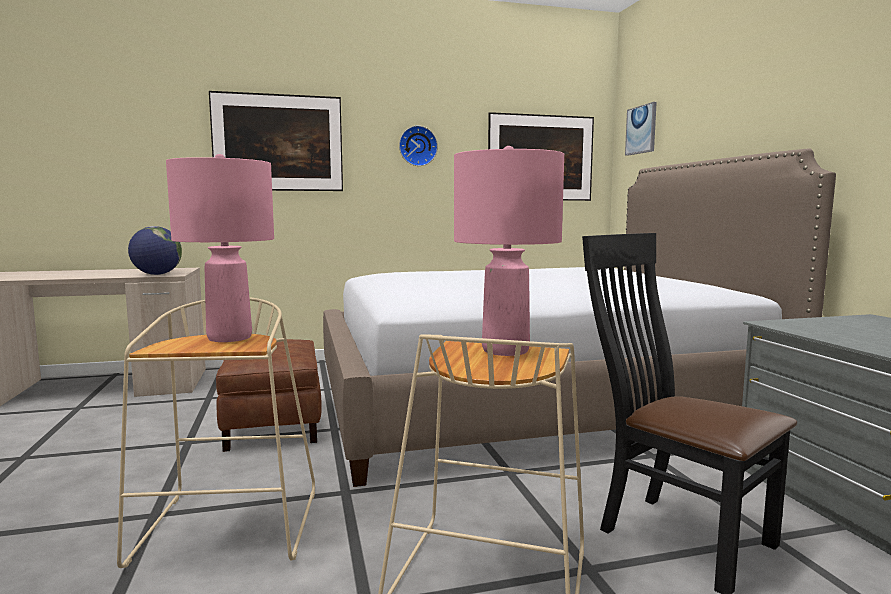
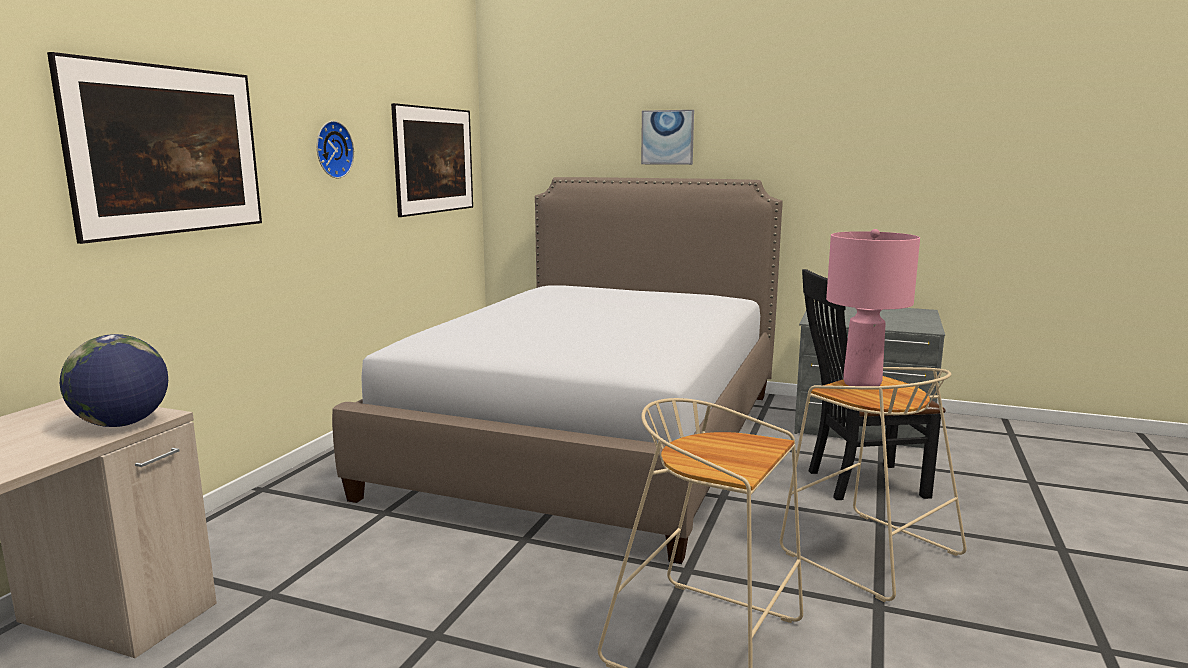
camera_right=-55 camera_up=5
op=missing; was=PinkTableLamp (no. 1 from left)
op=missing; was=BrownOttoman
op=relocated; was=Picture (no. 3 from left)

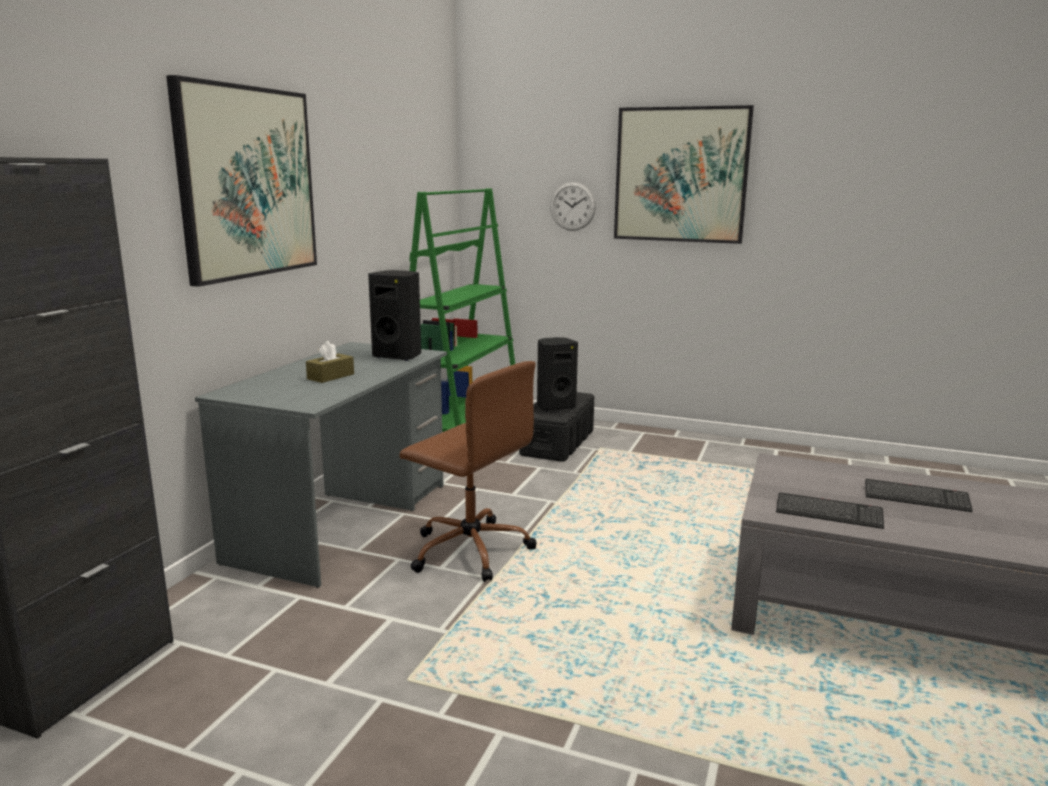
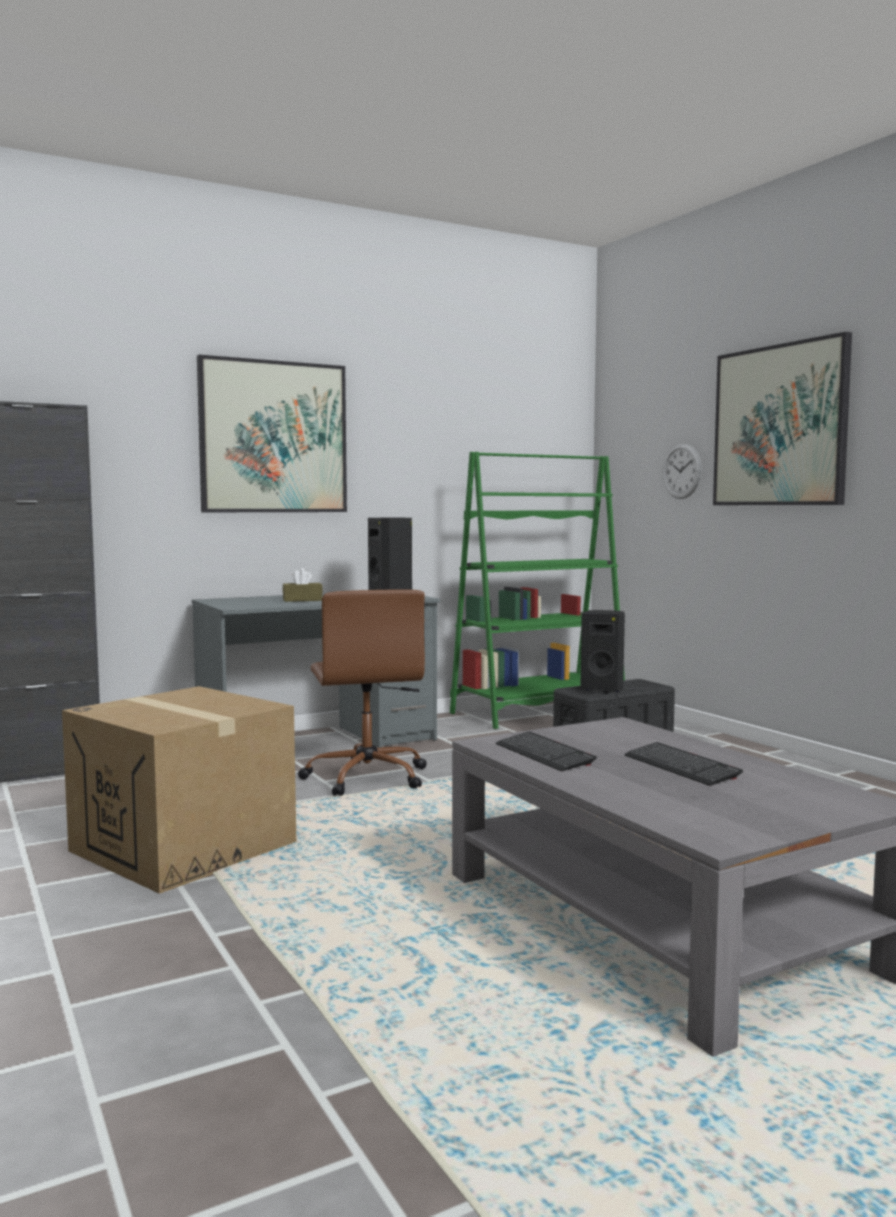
camera_right=40 camera_up=-10
op=appeared; now=CardboardBox

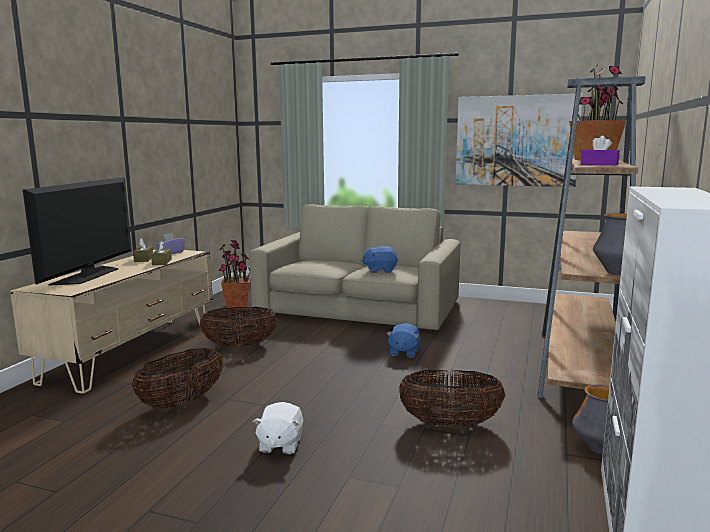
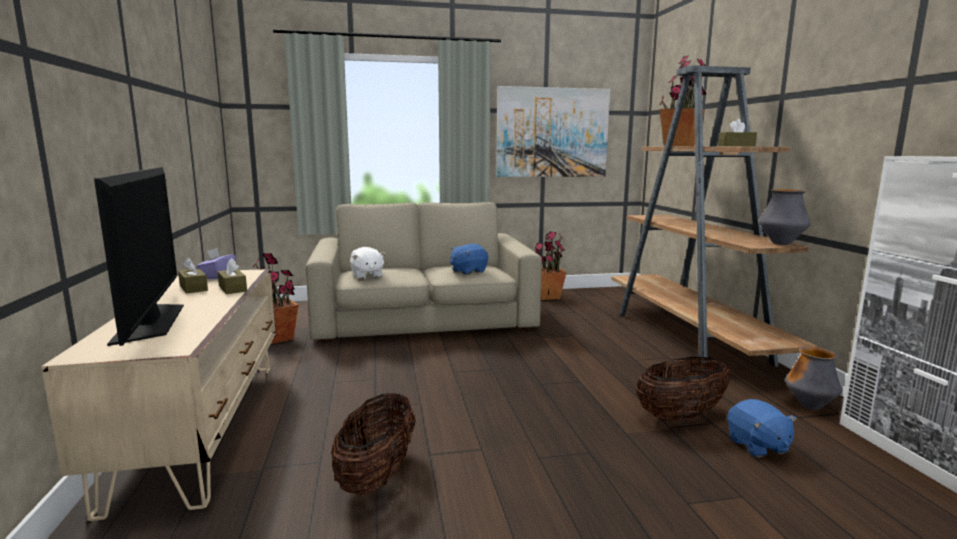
camera_right=-30 camera_up=0
op=missing; was=Basket (no. 2 from left)
op=appeared; now=PottedPlant (no. 2 from left)
op=relocated; was=WhitePlushToy
op=relocated; was=BluePlushToy (no. 2 from left)
op=colour; was=PurpleTissueBox (no. 2 from left); now=BrownTissueBox (no. 3 from left)

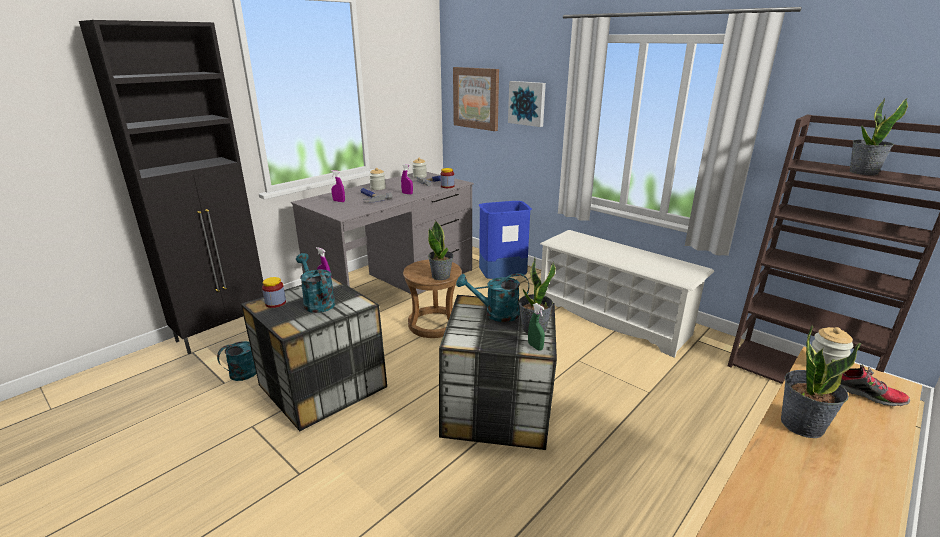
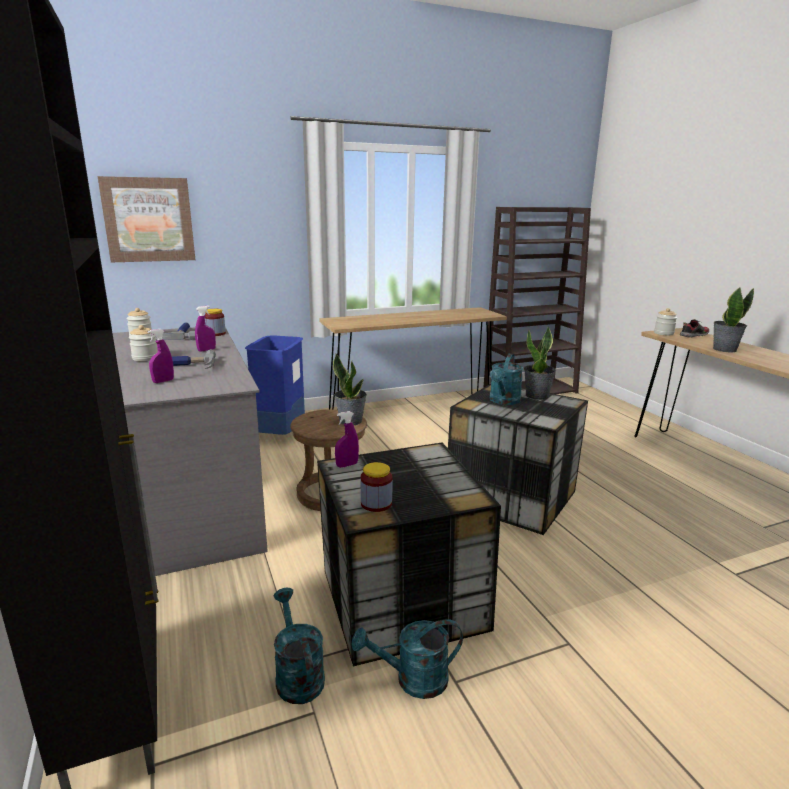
camera_right=-65 camera_up=-5
op=missing; was=Picture (no. 2 from left)
op=missing; was=GreenSprayBottle
op=missing; was=PottedPlant (no. 4 from left)
op=relocated; was=TurquoiseWateringCan (no. 2 from left)
op=exchanged; was=WhiteShoeRack; now=BrownConsoleTable (no. 1 from left)

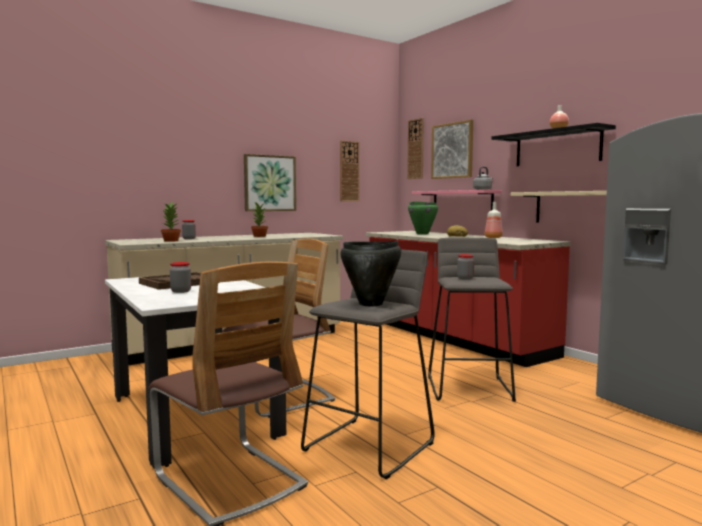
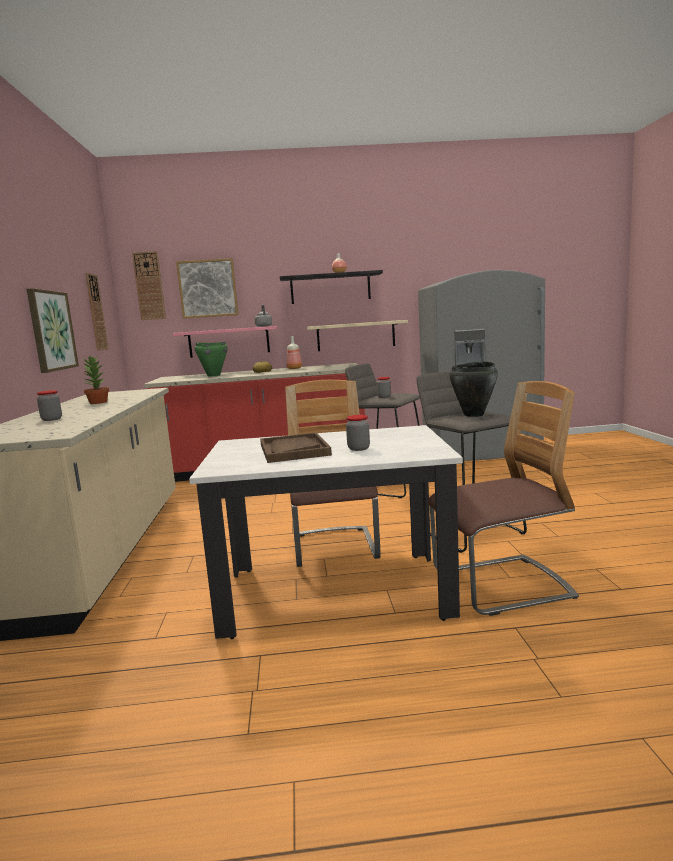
camera_right=-60 camera_up=5
op=missing; was=PottedPlant (no. 1 from left)

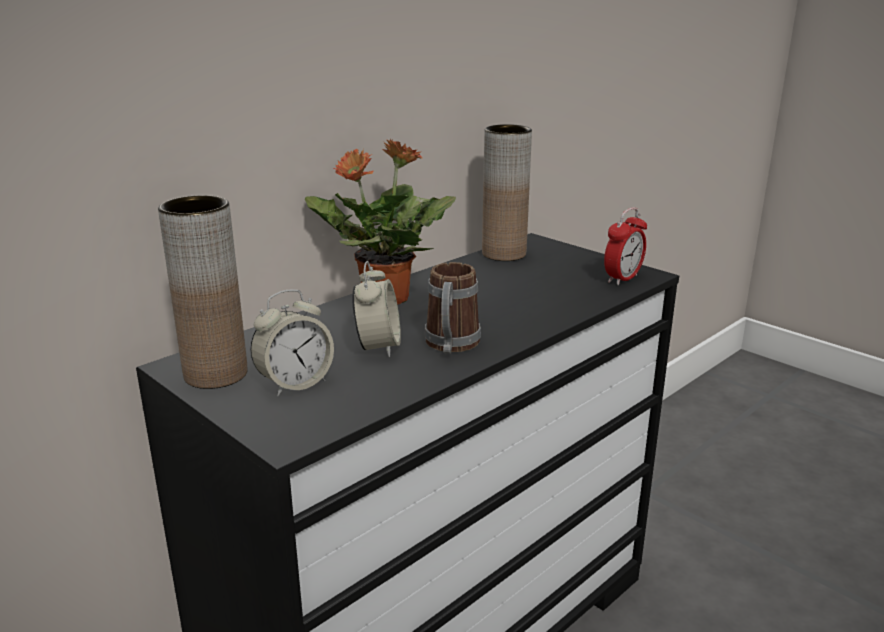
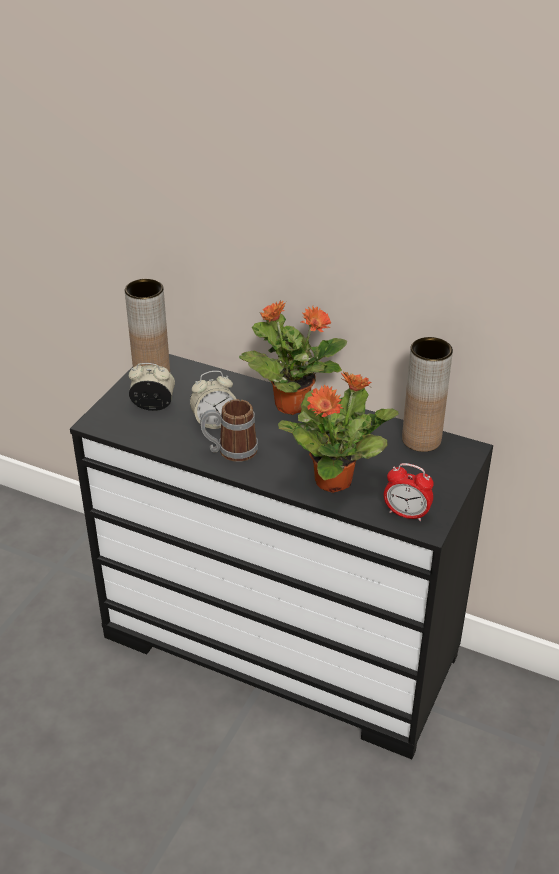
camera_right=70 camera_up=15
op=appeared; now=PottedPlant (no. 2 from left)
op=spun; was=AlarmClock (no. 1 from left); clockwise=150

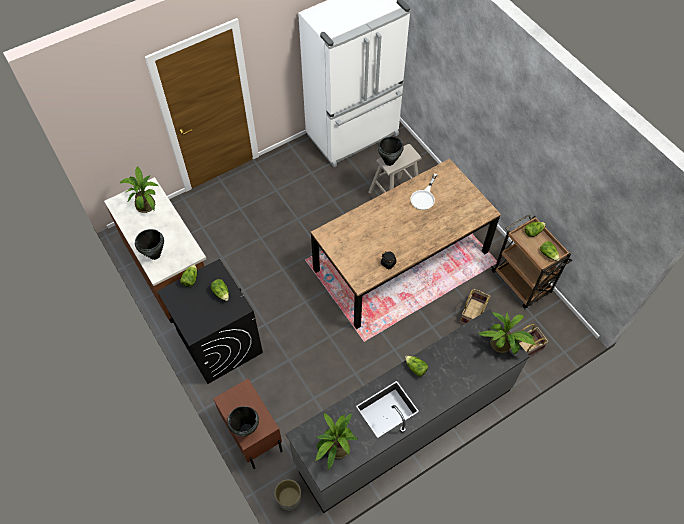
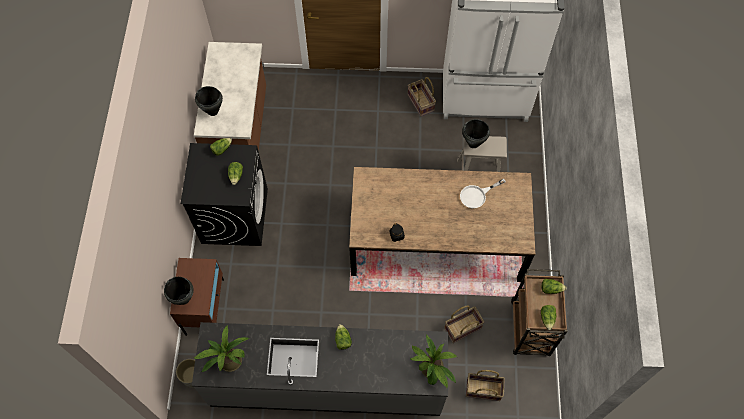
camera_right=35 camera_up=5
op=missing; was=PottedPlant (no. 1 from left)
op=appeared; now=Basket (no. 1 from left)

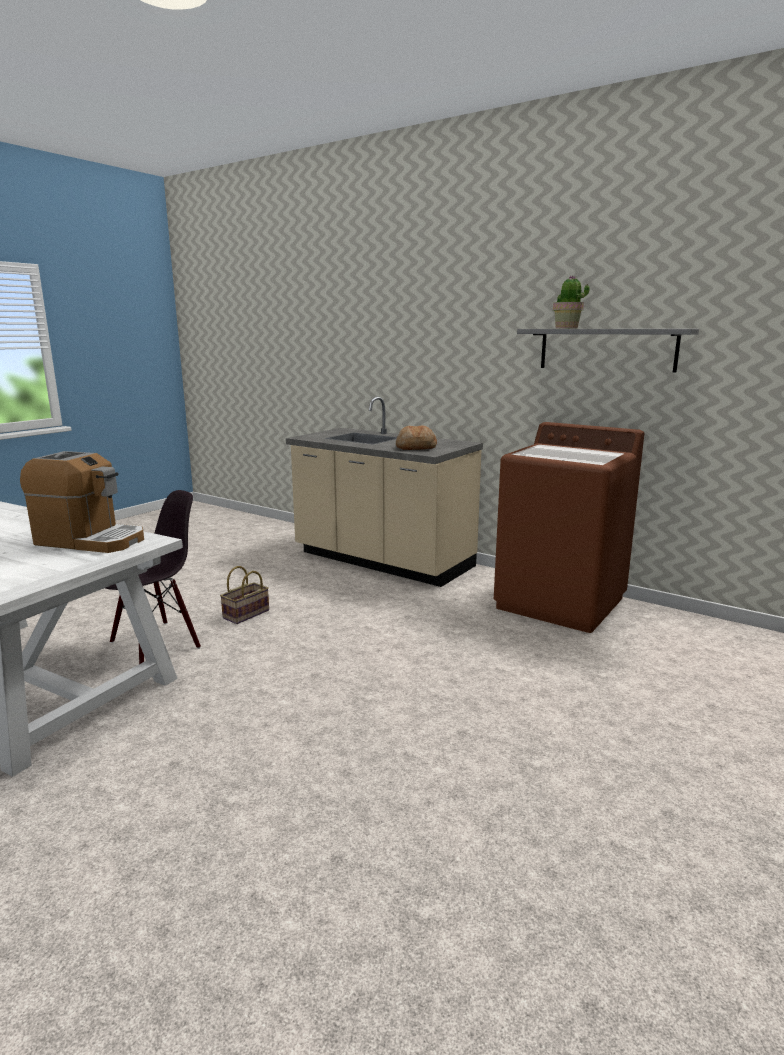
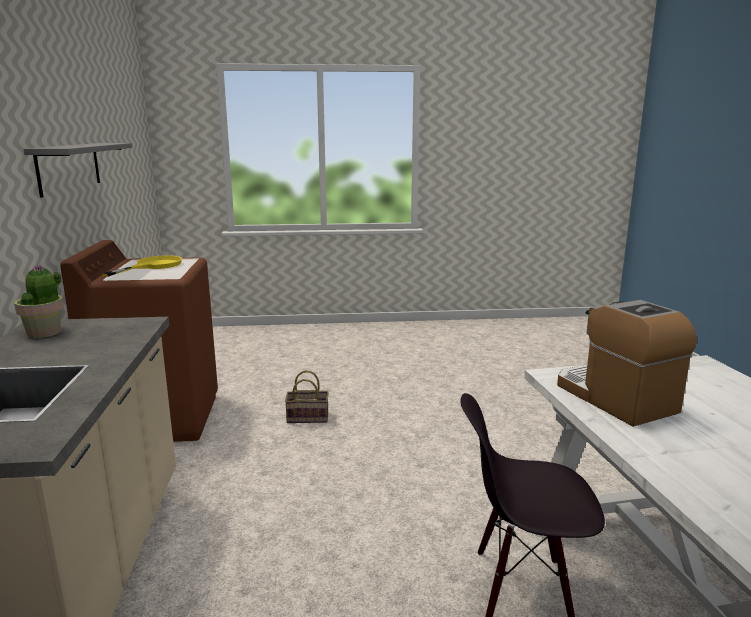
camera_right=-130 camera_up=0
op=missing; was=Bread
op=appeared; now=YellowFryingPan
op=relocated; was=Basket
op=relocated; was=PottedPlant

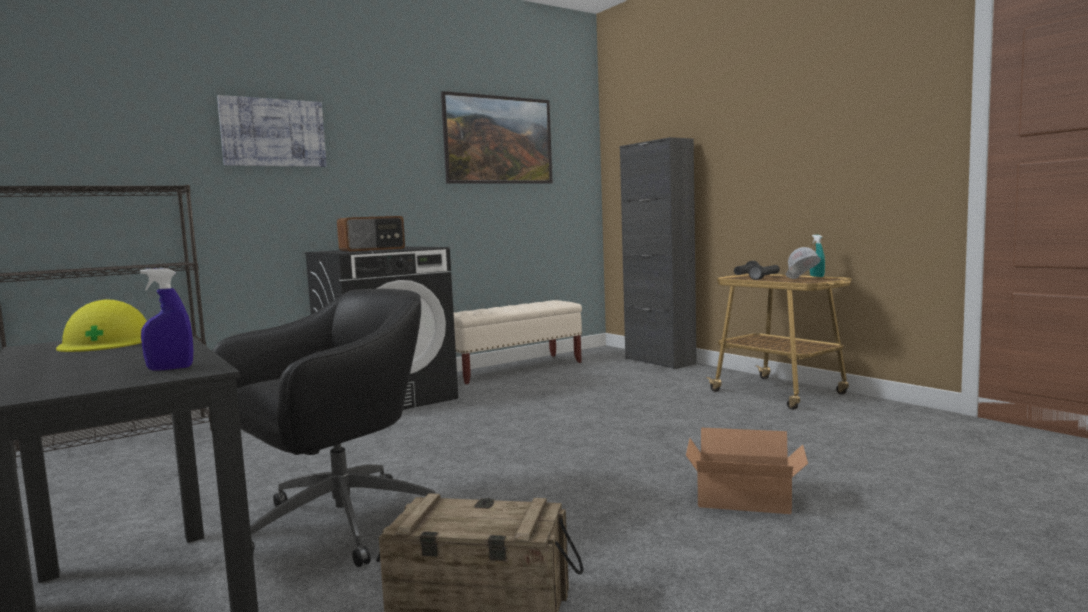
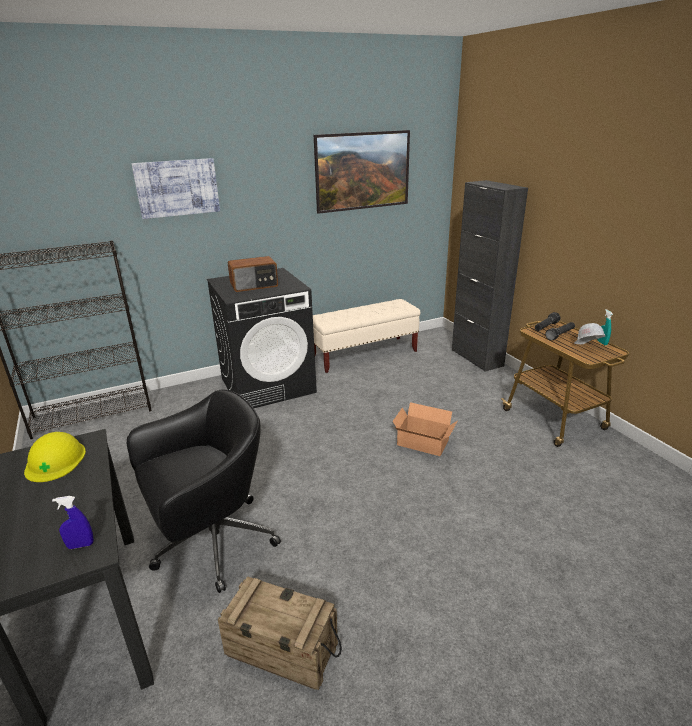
camera_right=10 camera_up=20
op=relocated; was=CardboardBox

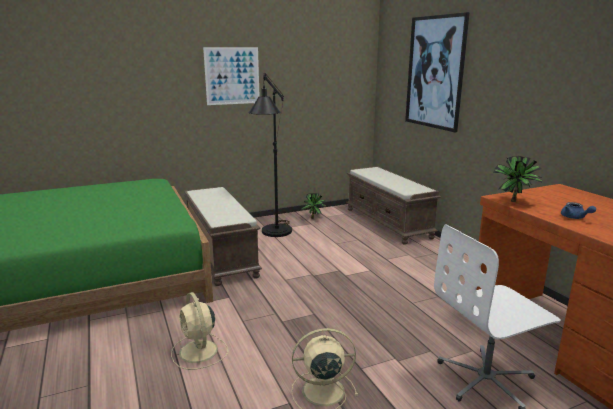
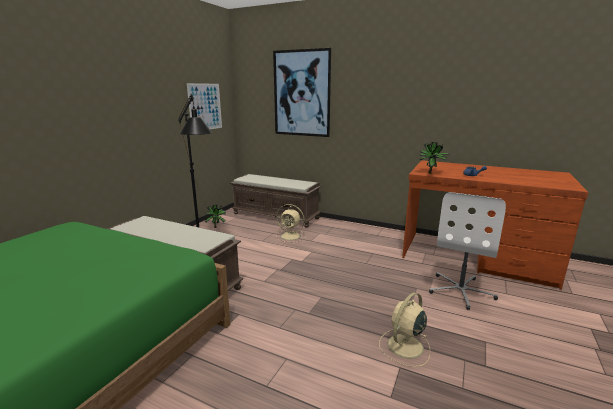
camera_right=-40 camera_up=0
op=relocated; was=BeigeFan (no. 1 from left)
op=relocated; was=Picture (no. 1 from left)

